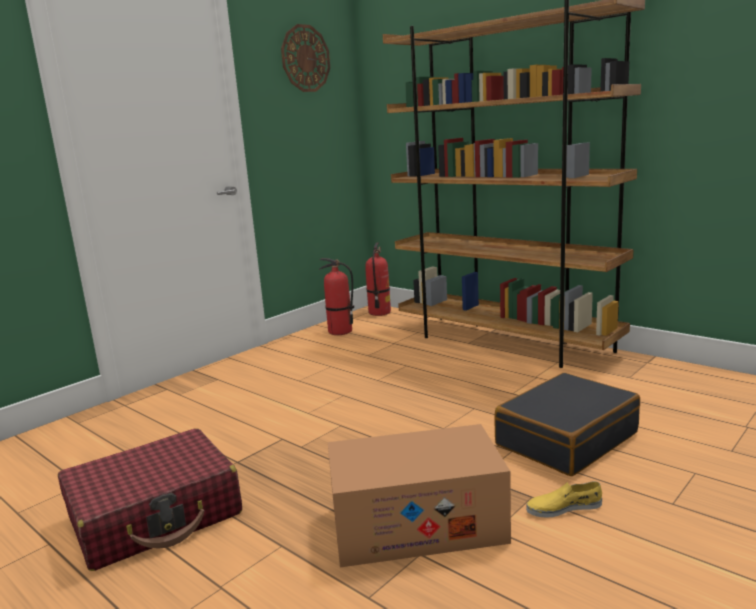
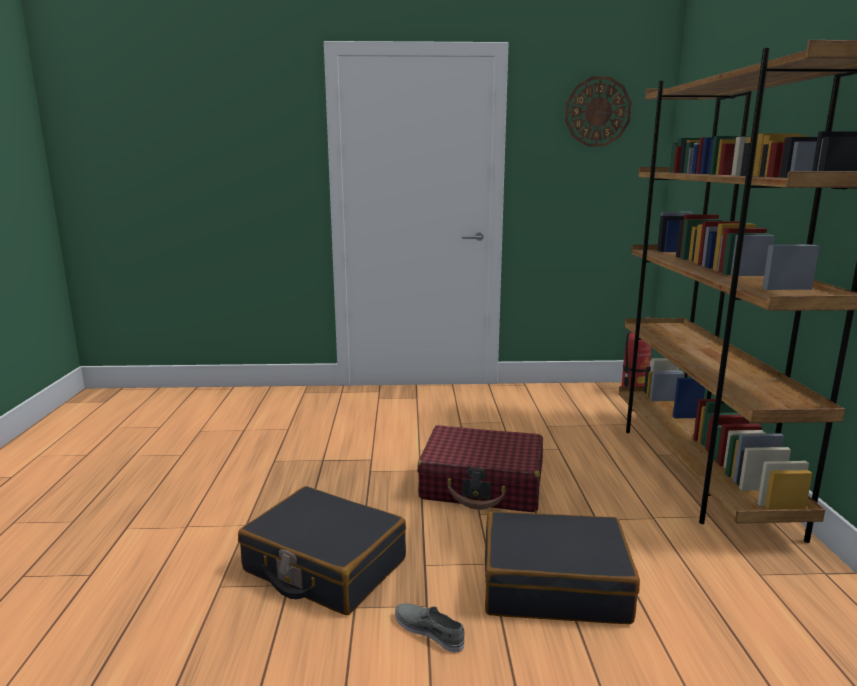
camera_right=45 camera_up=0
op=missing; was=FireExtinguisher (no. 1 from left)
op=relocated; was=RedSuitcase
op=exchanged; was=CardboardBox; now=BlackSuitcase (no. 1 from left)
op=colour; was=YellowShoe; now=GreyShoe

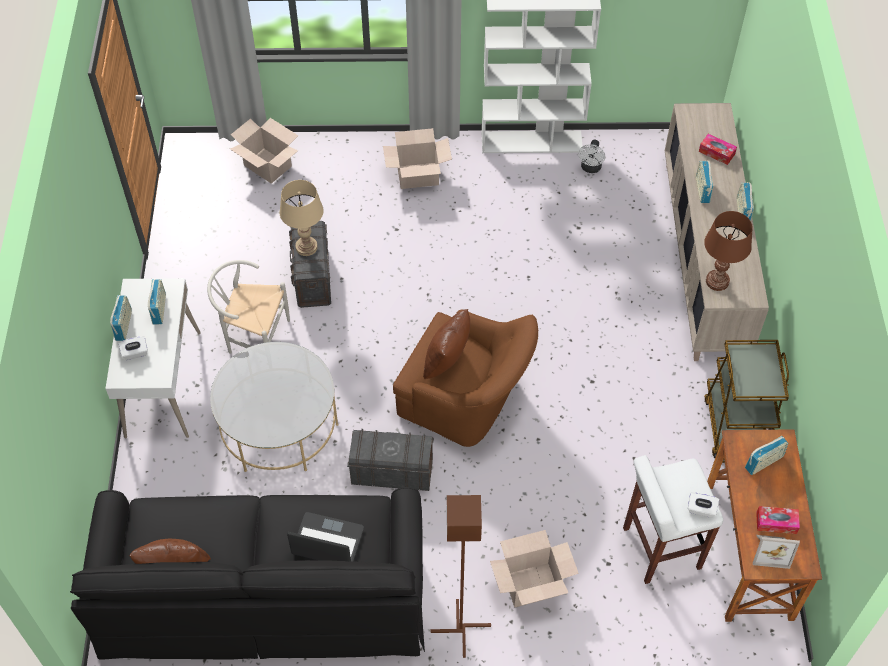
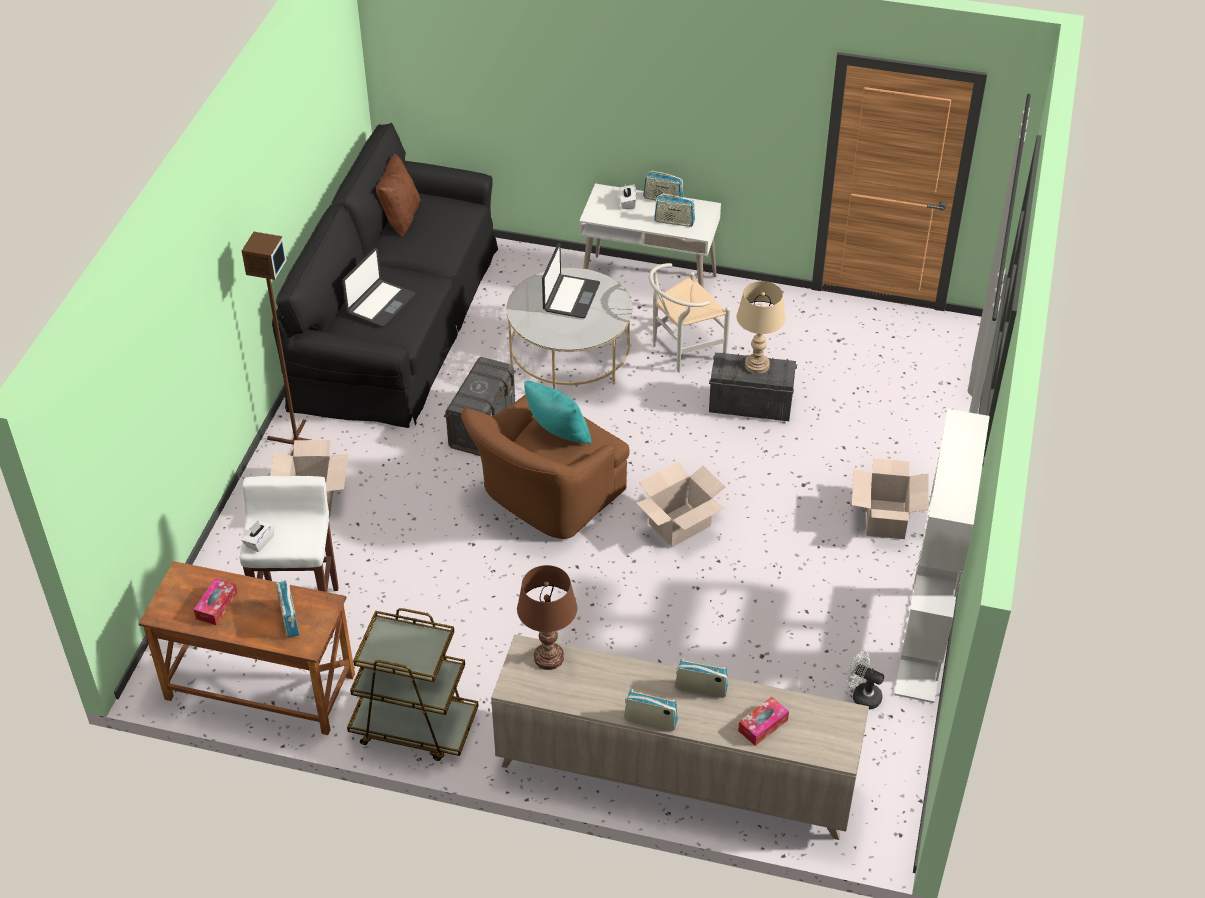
camera_right=105 camera_up=-10
op=missing; was=PictureFrame
op=appeared; now=Laptop (no. 2 from left)
op=relocated; was=CardboardBox (no. 1 from left in the first image); now=CardboardBox (no. 2 from left)
op=colour; was=BrownPillow (no. 2 from left); now=TurquoisePillow
op=spun; was=WhiteChair; clockwise=-150

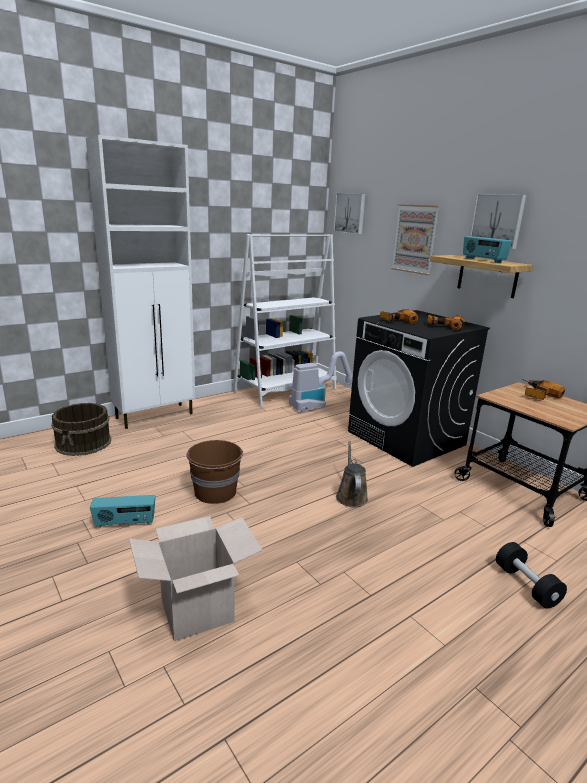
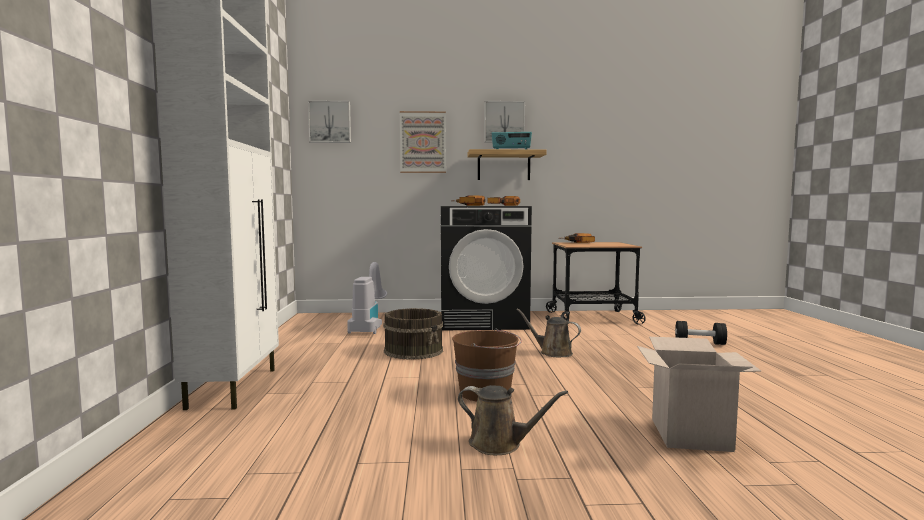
camera_right=-55 camera_up=-15
op=missing; was=WhiteBookcase
op=relocated; was=BrownBucket (no. 1 from left)
op=exchanged; was=Radio (no. 1 from left); now=BrownWateringCan (no. 1 from left)

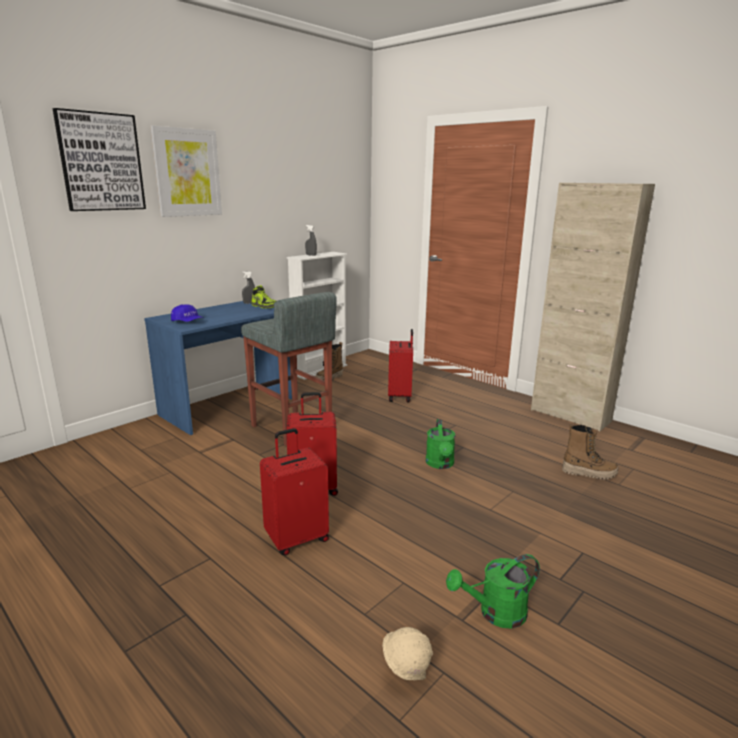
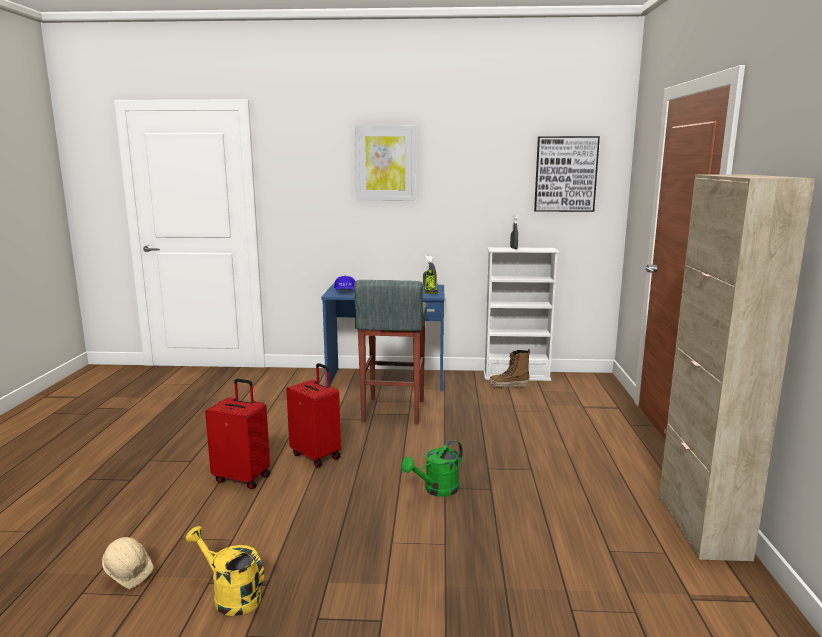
camera_right=50 camera_up=-5
op=missing; was=RedSuitcase (no. 3 from left)
op=missing; was=Boot (no. 2 from left)
op=relocated; was=Picture (no. 1 from left in the first image); now=Picture (no. 2 from left)
op=colour; was=GreenWateringCan (no. 2 from left); now=YellowWateringCan

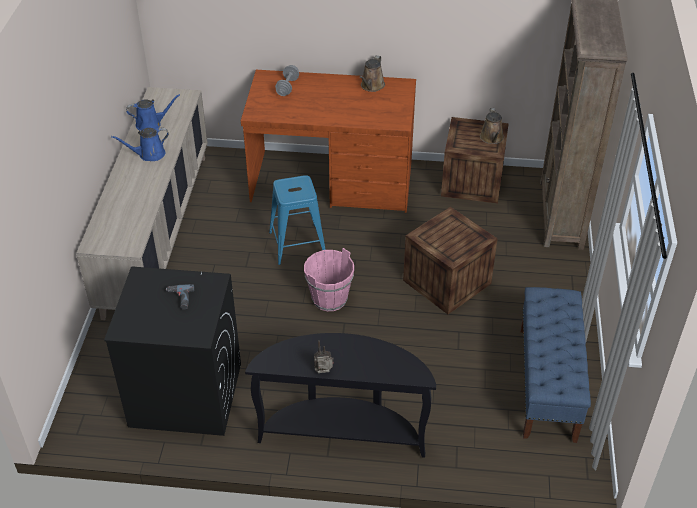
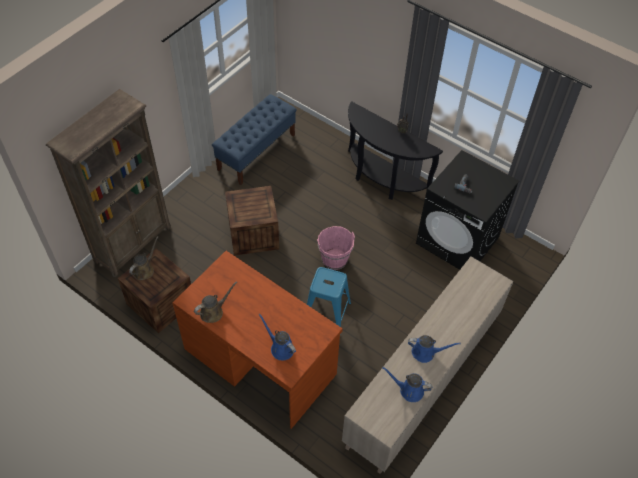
camera_right=-150 camera_up=10
op=exchanged; was=GreyDumbbell; now=BlueWateringCan (no. 1 from left)

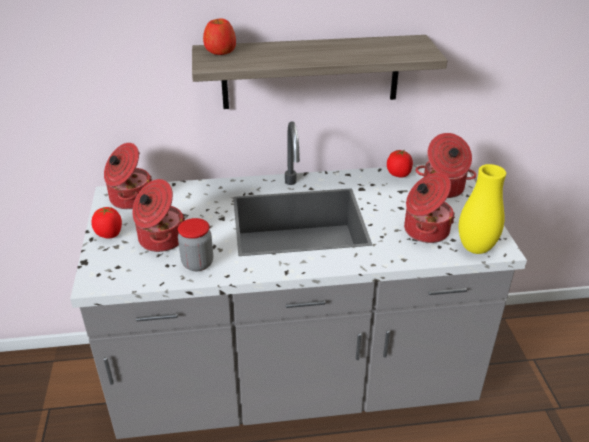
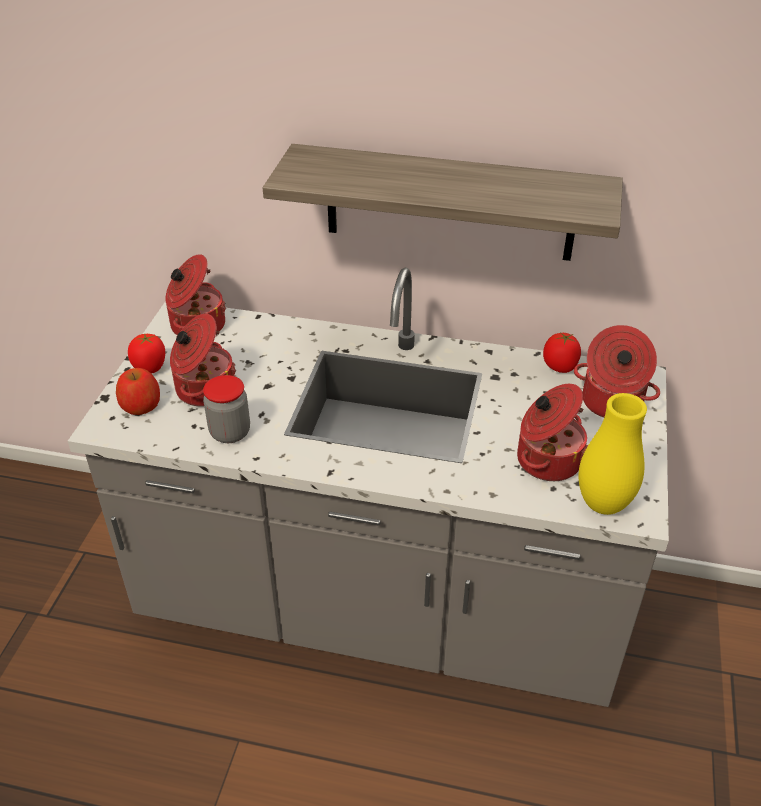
camera_right=20 camera_up=5
op=relocated; was=Apple

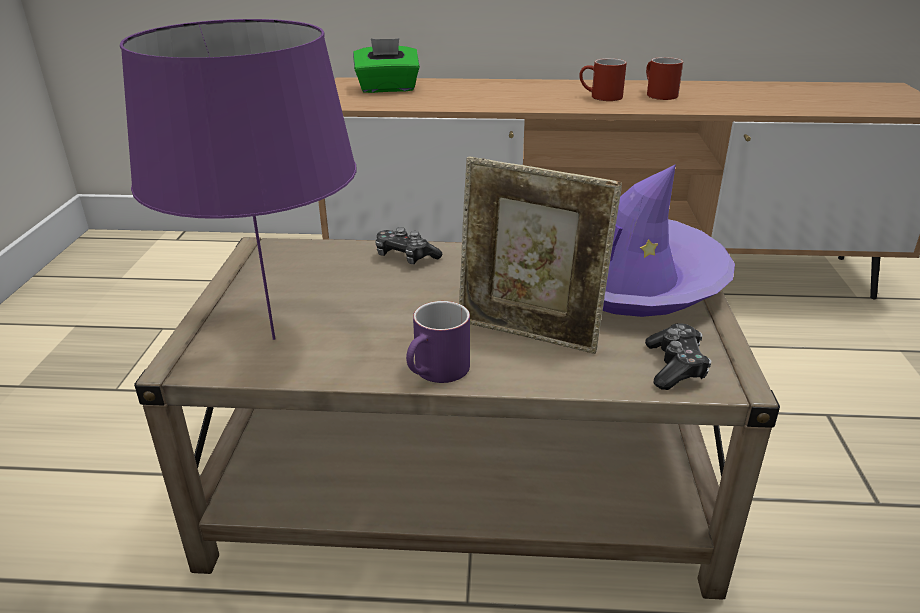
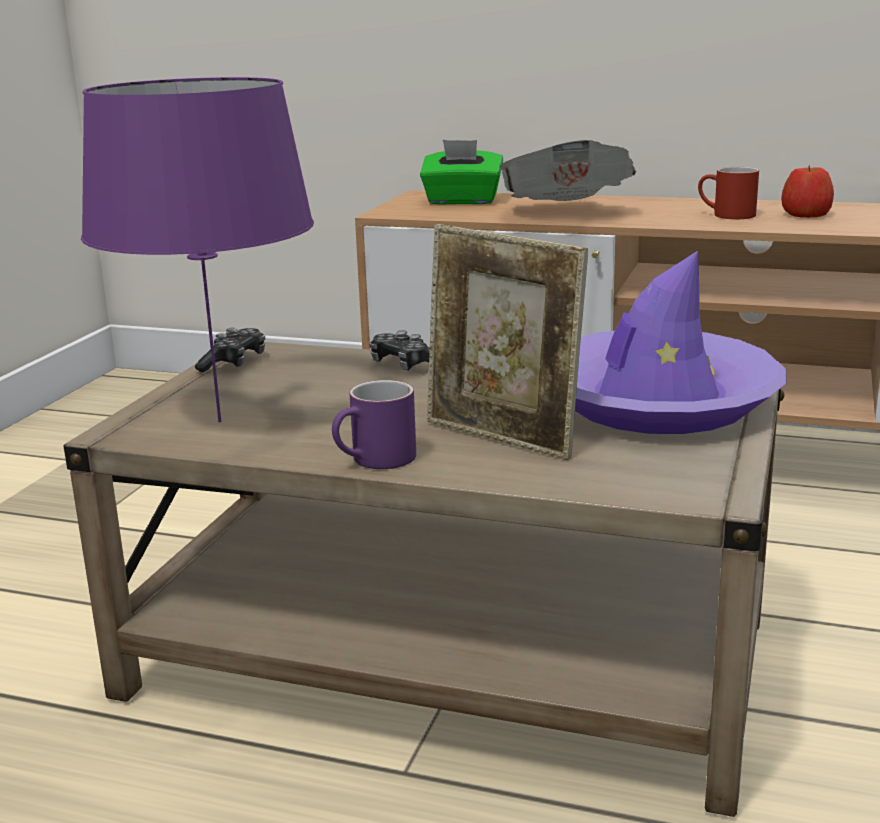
camera_right=15 camera_up=-10
op=appeared; now=Newspaper
op=relocated; was=GameController (no. 2 from left in the first image); now=GameController (no. 1 from left)
op=exchanged; was=RedMug (no. 2 from left); now=Apple

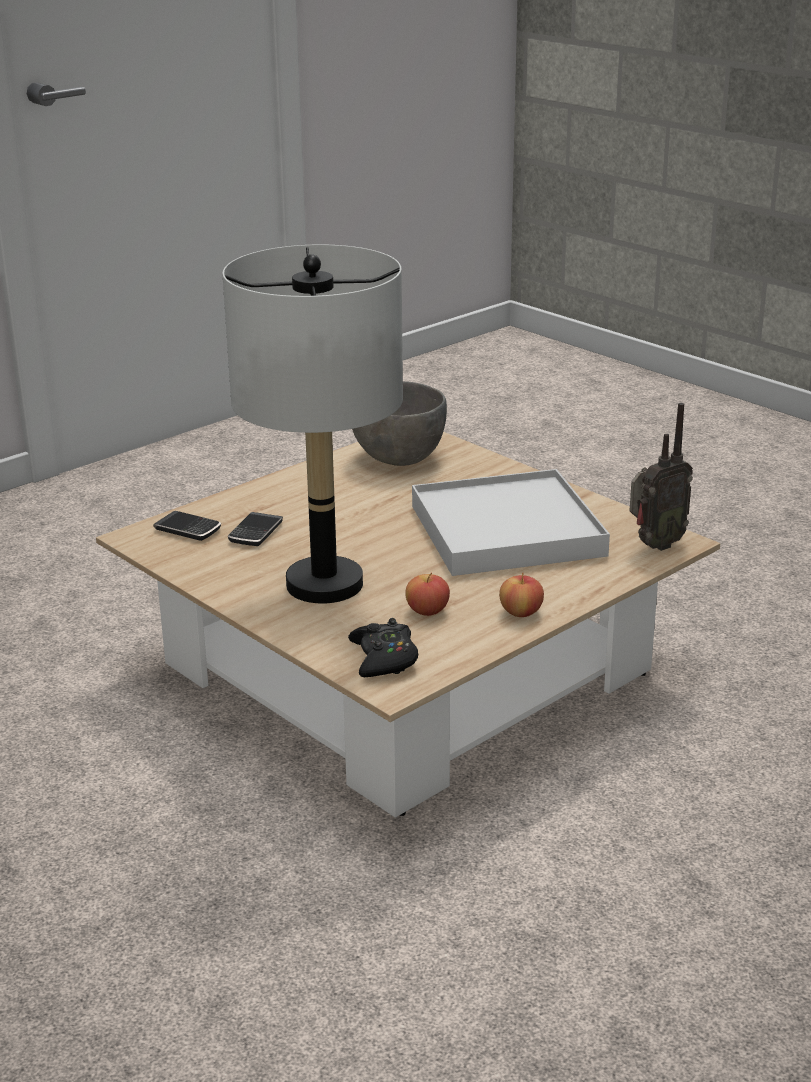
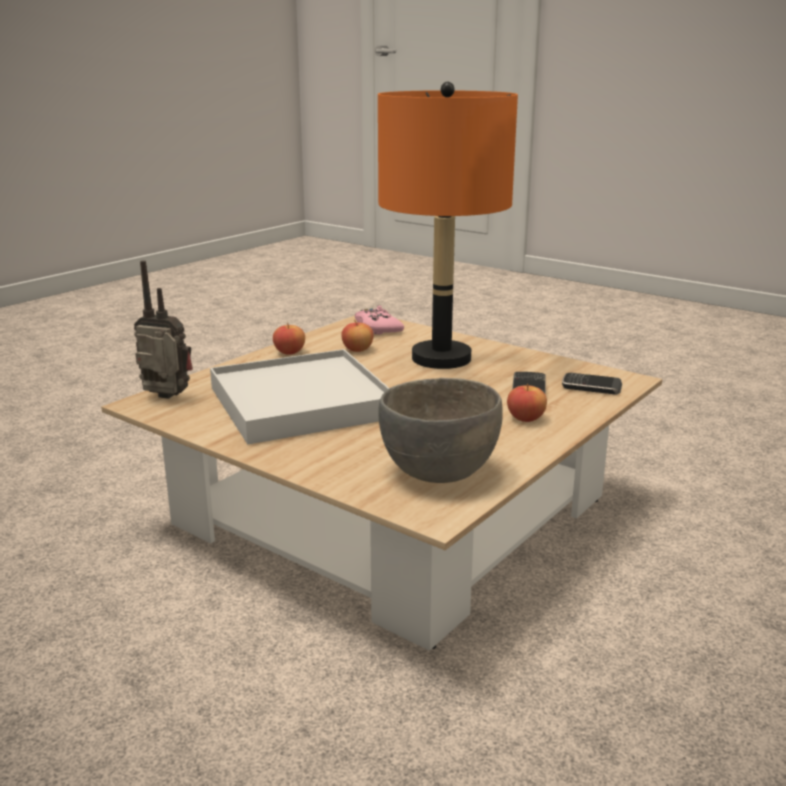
camera_right=170 camera_up=-5
op=appeared; now=Apple (no. 3 from left)
op=colour; was=GreyTableLamp; now=OrangeTableLamp
op=colour; was=BlackGameController; now=PinkGameController
op=spun; was=Radio; clockwise=60

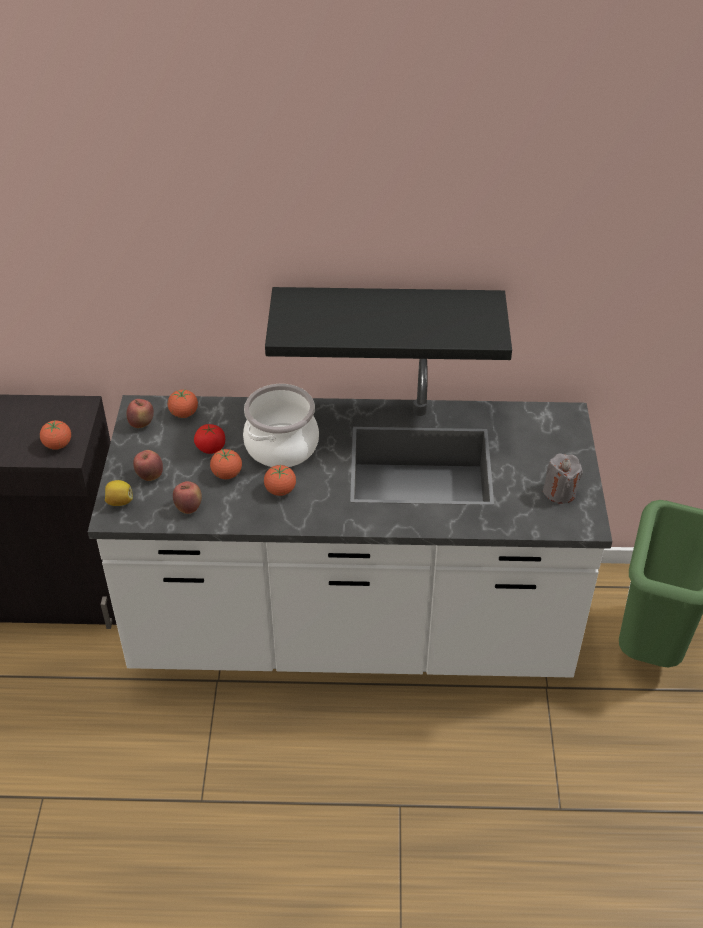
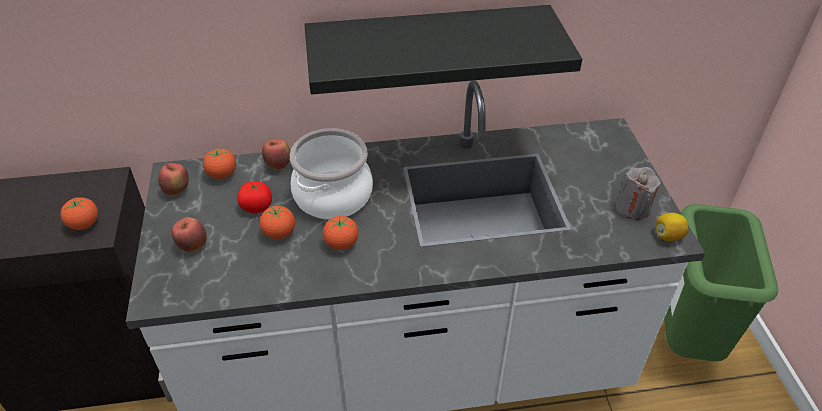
camera_right=-10 camera_up=0
op=relocated; was=Lemon
op=relocated; was=Apple (no. 3 from left)

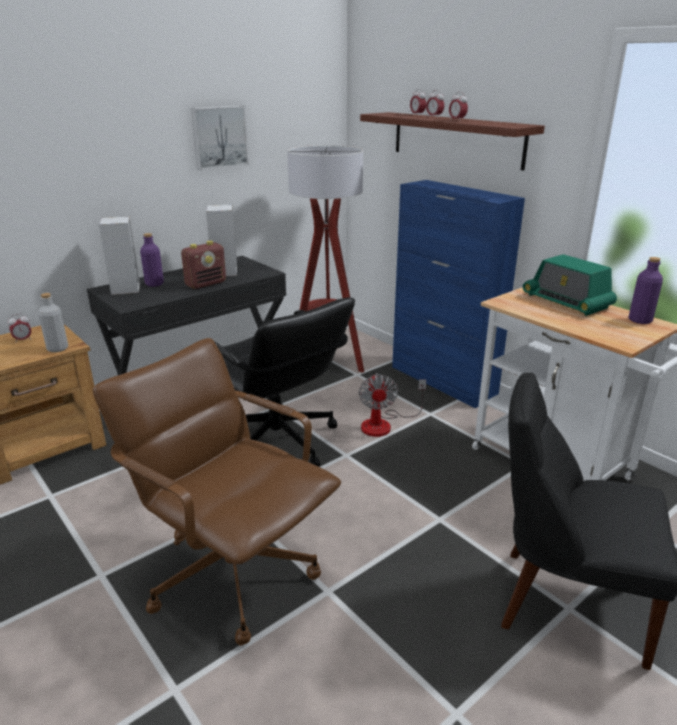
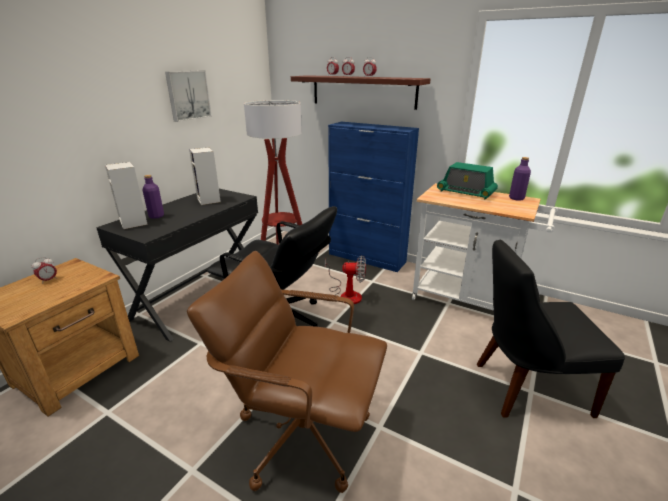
camera_right=-20 camera_up=0
op=missing; was=GreyBottle
op=missing; was=Radio (no. 1 from left)
op=spun; was=Fan; clockwise=-60

